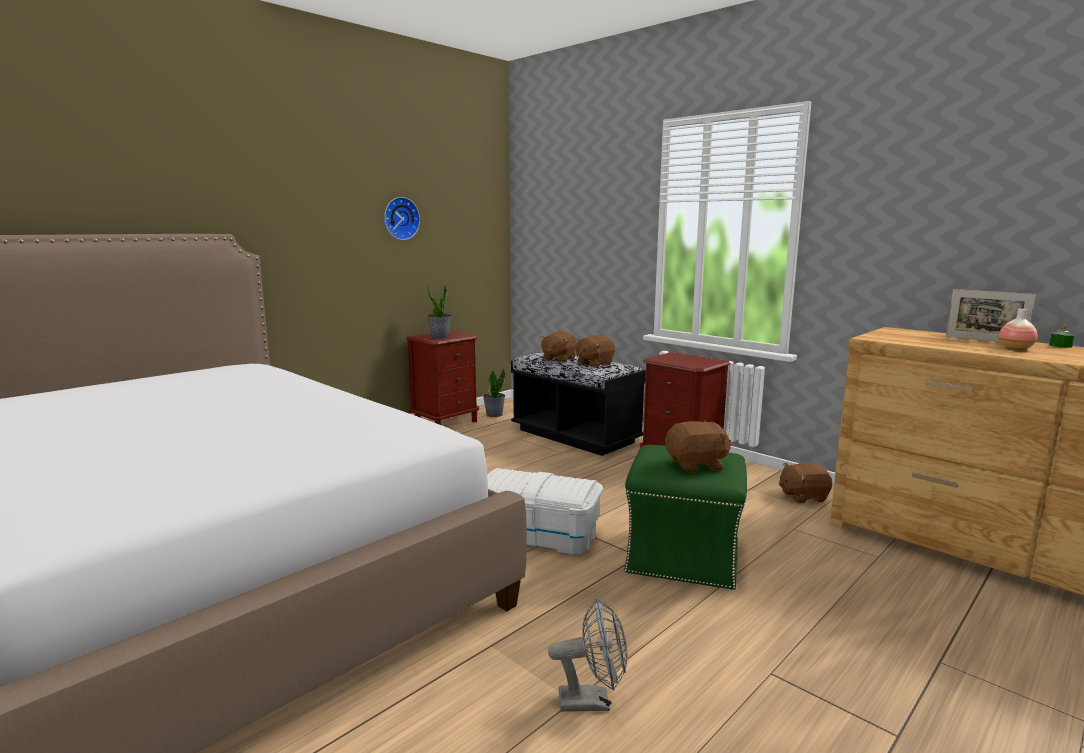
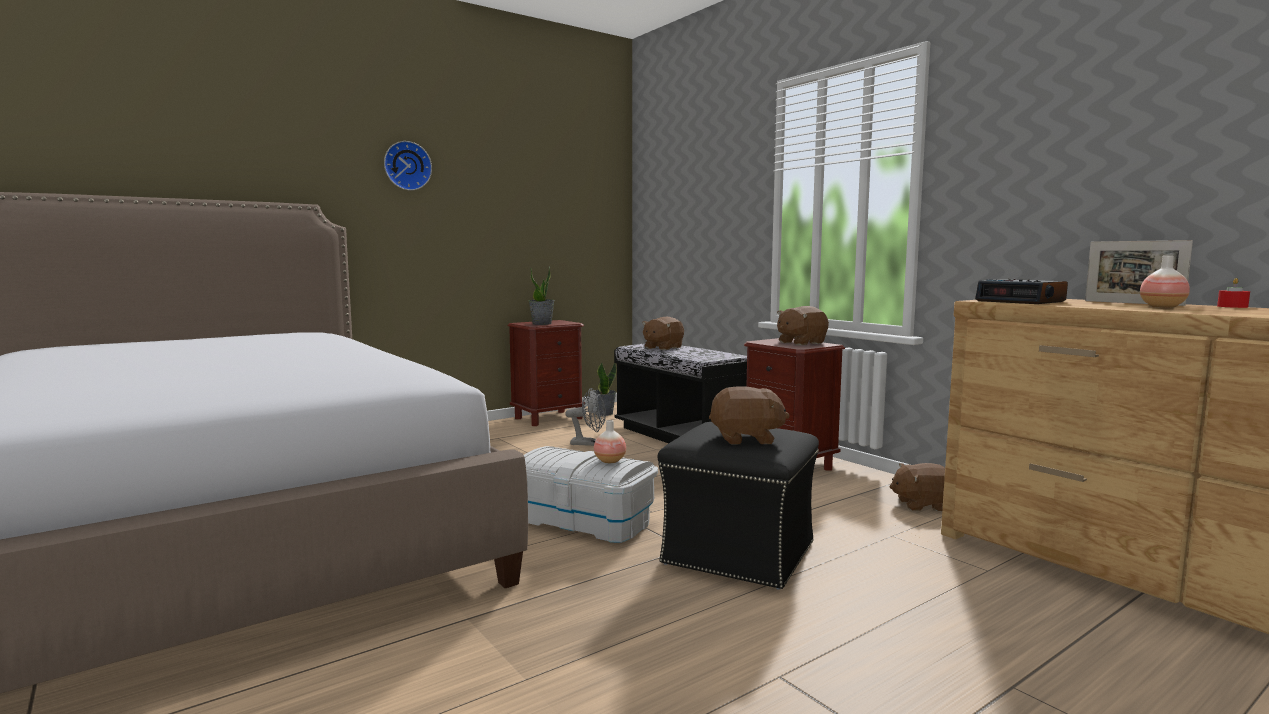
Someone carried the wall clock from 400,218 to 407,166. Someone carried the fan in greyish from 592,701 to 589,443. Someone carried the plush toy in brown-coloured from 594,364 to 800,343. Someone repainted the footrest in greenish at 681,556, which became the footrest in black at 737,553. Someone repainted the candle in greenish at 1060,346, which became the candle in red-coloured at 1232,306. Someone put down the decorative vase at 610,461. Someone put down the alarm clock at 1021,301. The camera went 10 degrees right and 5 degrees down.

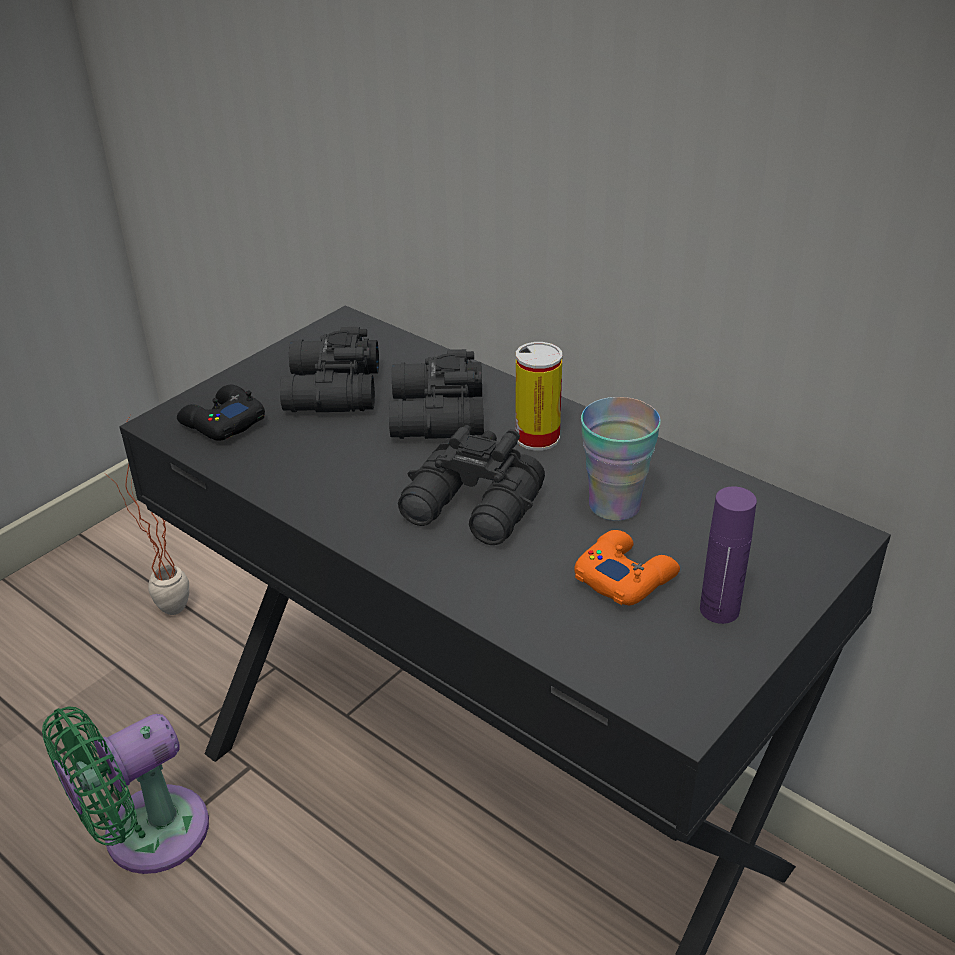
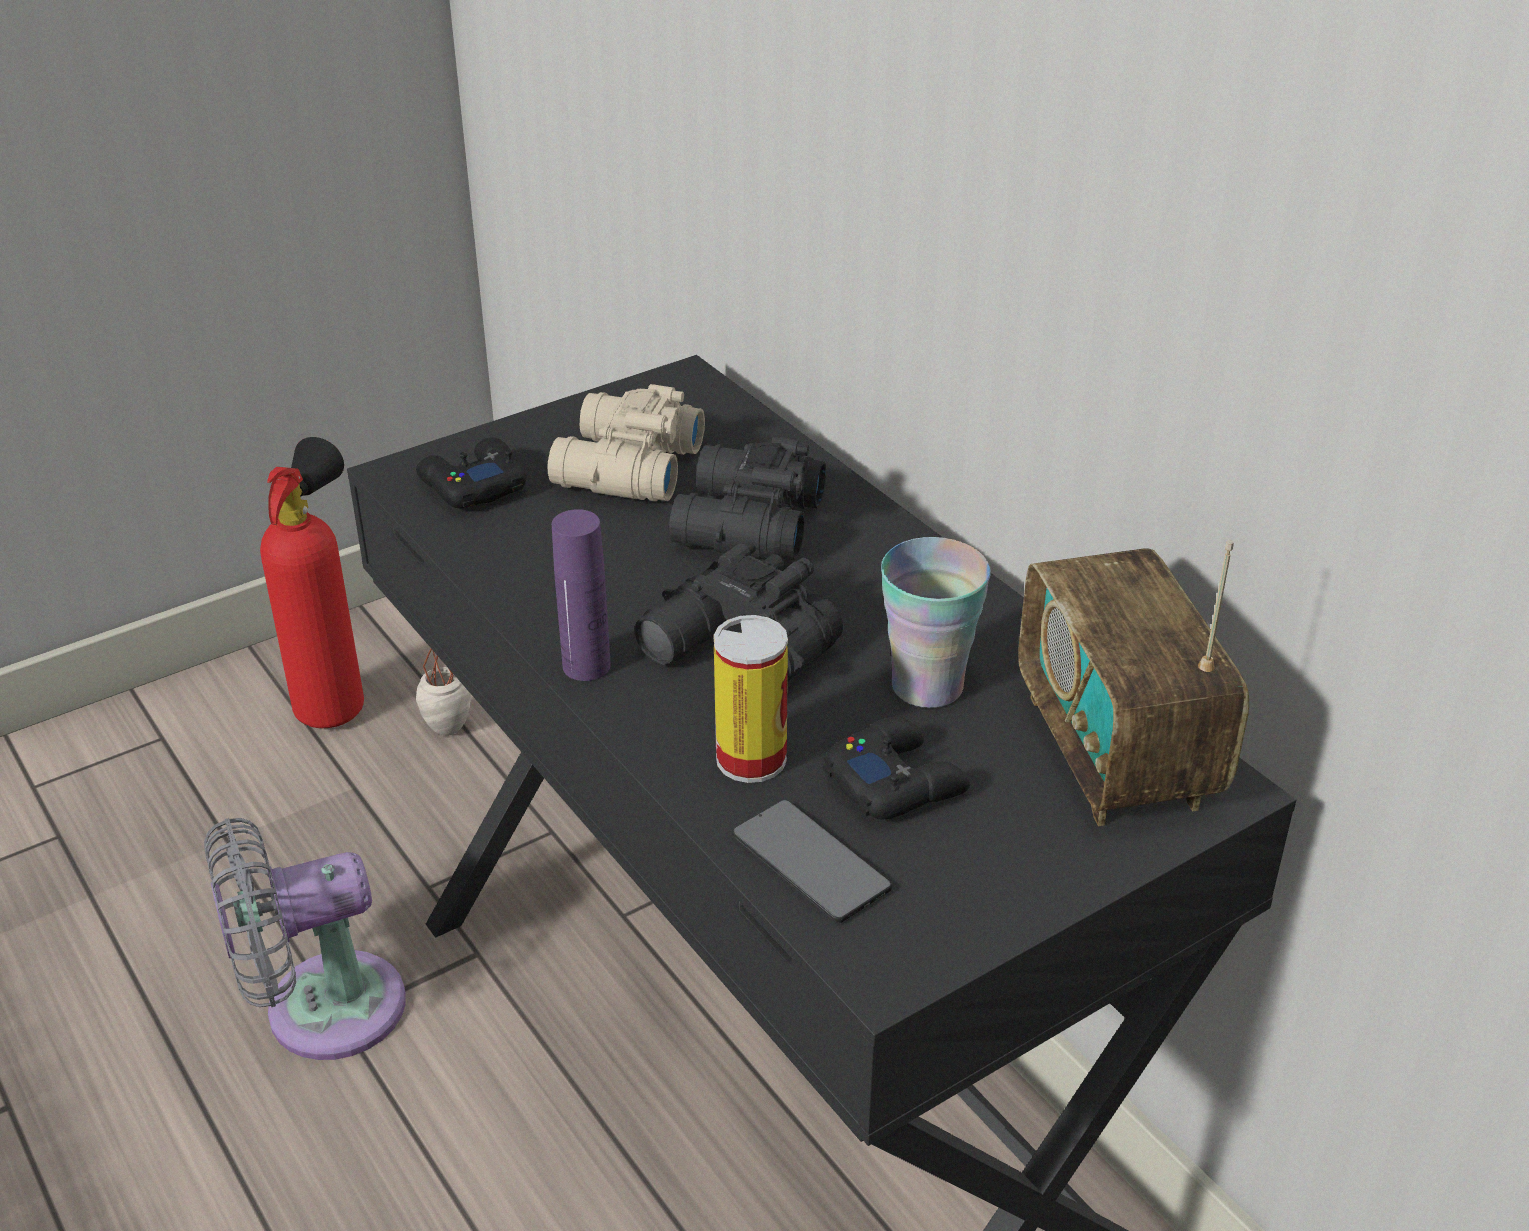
Someone repainted the fan in greenish at 145,836, which became the fan in greyish at 320,1011. Someone repainted the pair of binoculars in black at 329,392, which became the pair of binoculars in beige at 624,468. Someone carried the can from 537,437 to 751,759. Someone repainted the gamepad in orange at 625,576, which became the gamepad in black at 895,782. Someone carried the drink bottle in purple from 719,610 to 586,666. Someone put down the fire-fighting cylinder at 336,703. Someone put down the handset at 810,863. Someone put down the radio at 1115,751. The camera went 15 degrees right and 0 degrees up.

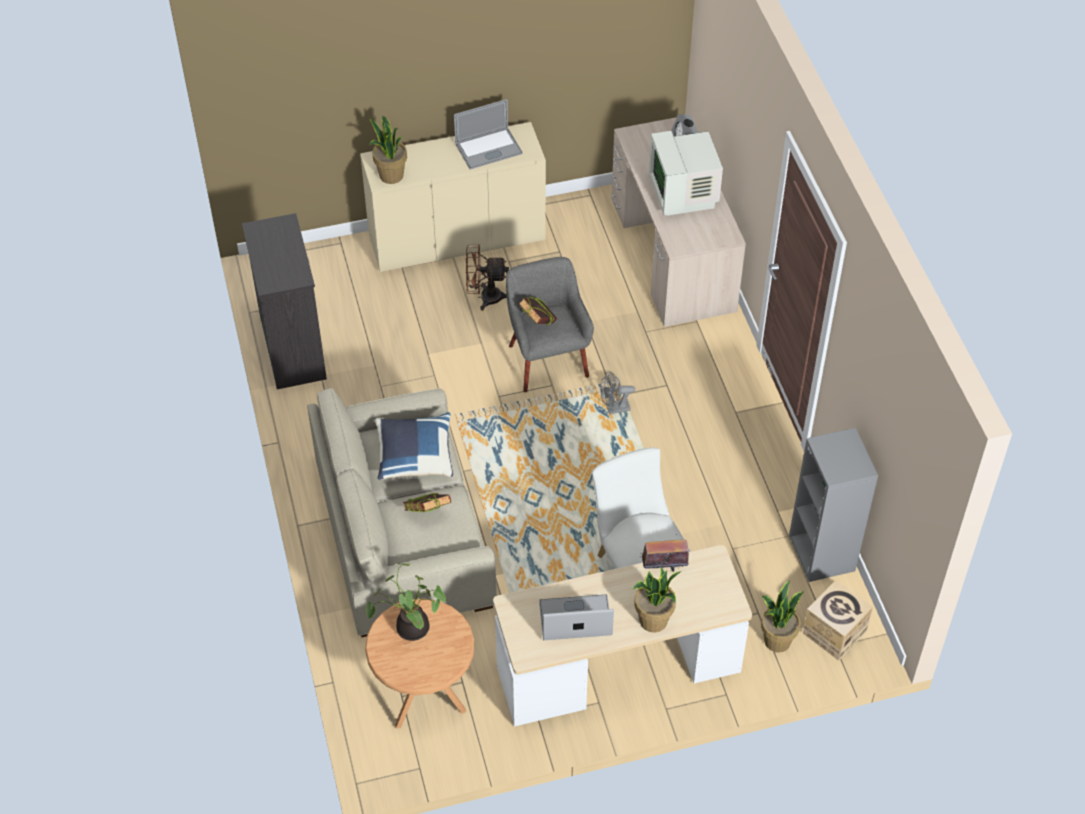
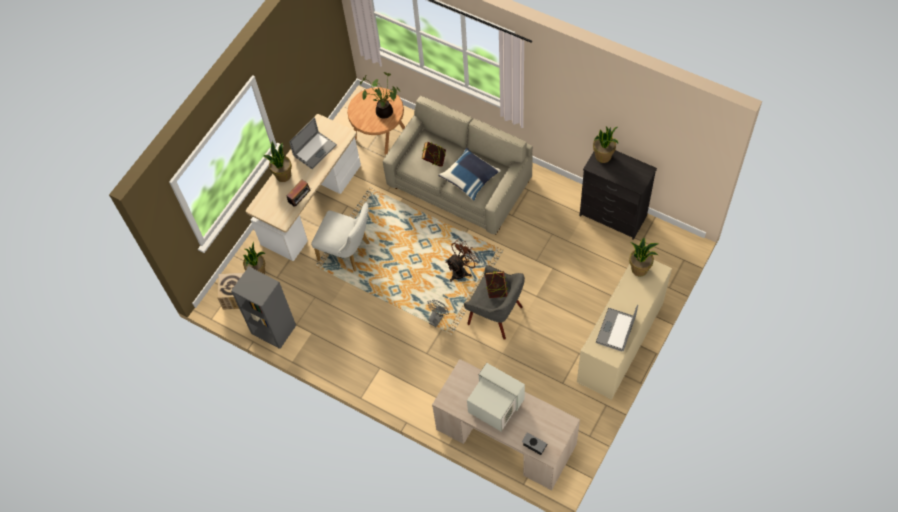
Someone carried the fan in brown-coloured from 485,297 to 462,270. Someone put down the potted plant at 603,156. The camera went 140 degrees right and 10 degrees up.

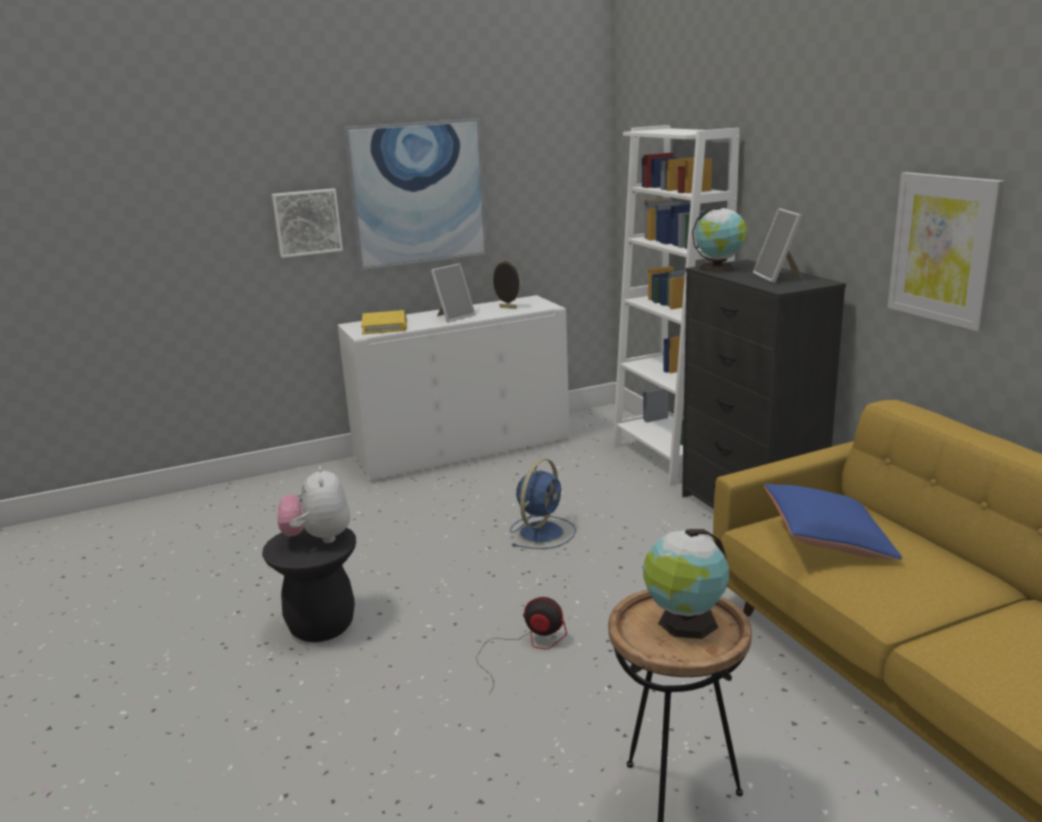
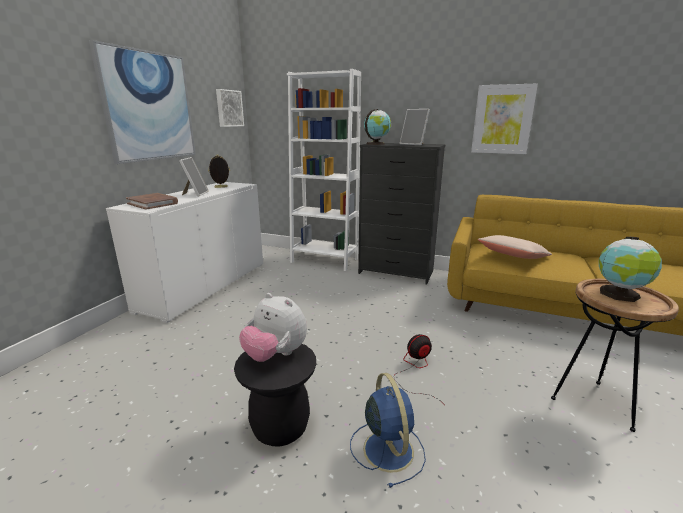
Someone carried the wall art from 307,222 to 229,108. Someone repainted the book in yellowish at 384,326, which became the book in brown-coloured at 153,203. Someone carried the fan in bluish from 542,532 to 387,448. Someone repainted the cushion in bluish at 827,540, which became the cushion in beige at 512,257. The camera went 45 degrees left and 0 degrees up.

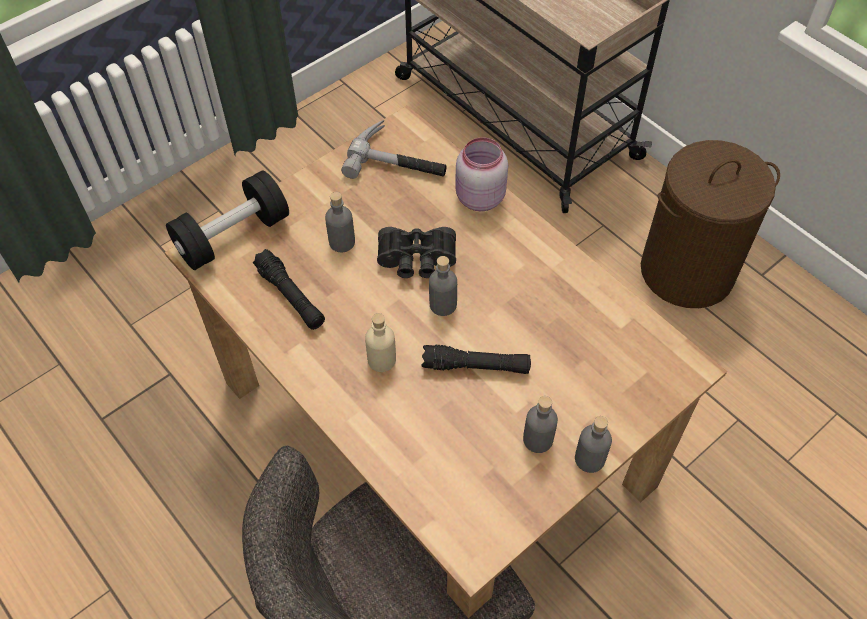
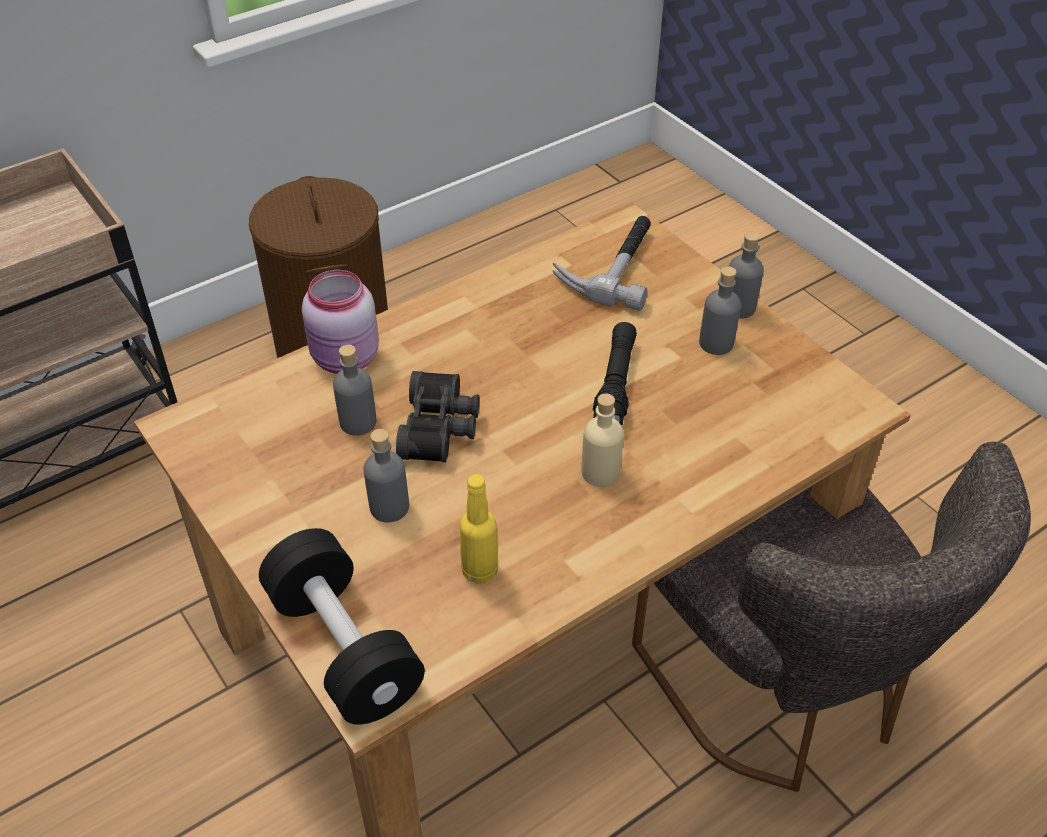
Someone swapped the torch in black at 290,296 for the drink bottle in yellowish at 480,570. Someone carried the hand hammer from 400,160 to 612,265. Someone carried the drink bottle in greyish from 443,304 to 358,422. The camera went 85 degrees left and 10 degrees down.

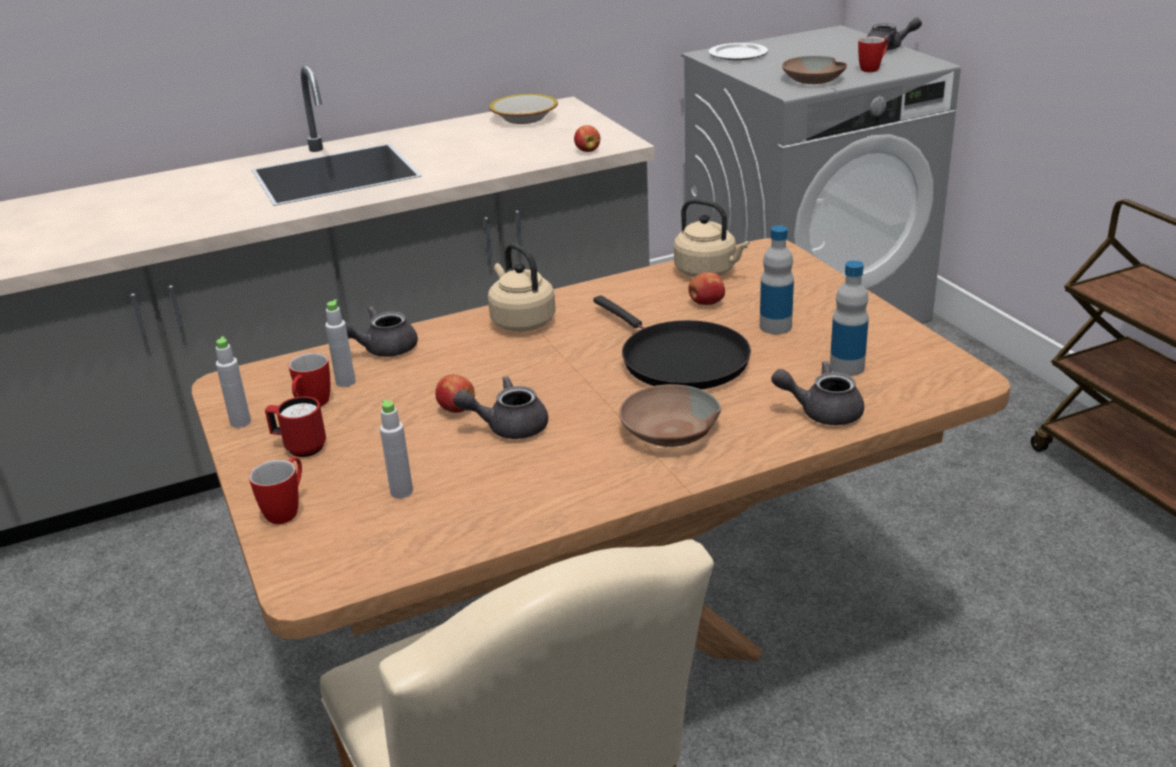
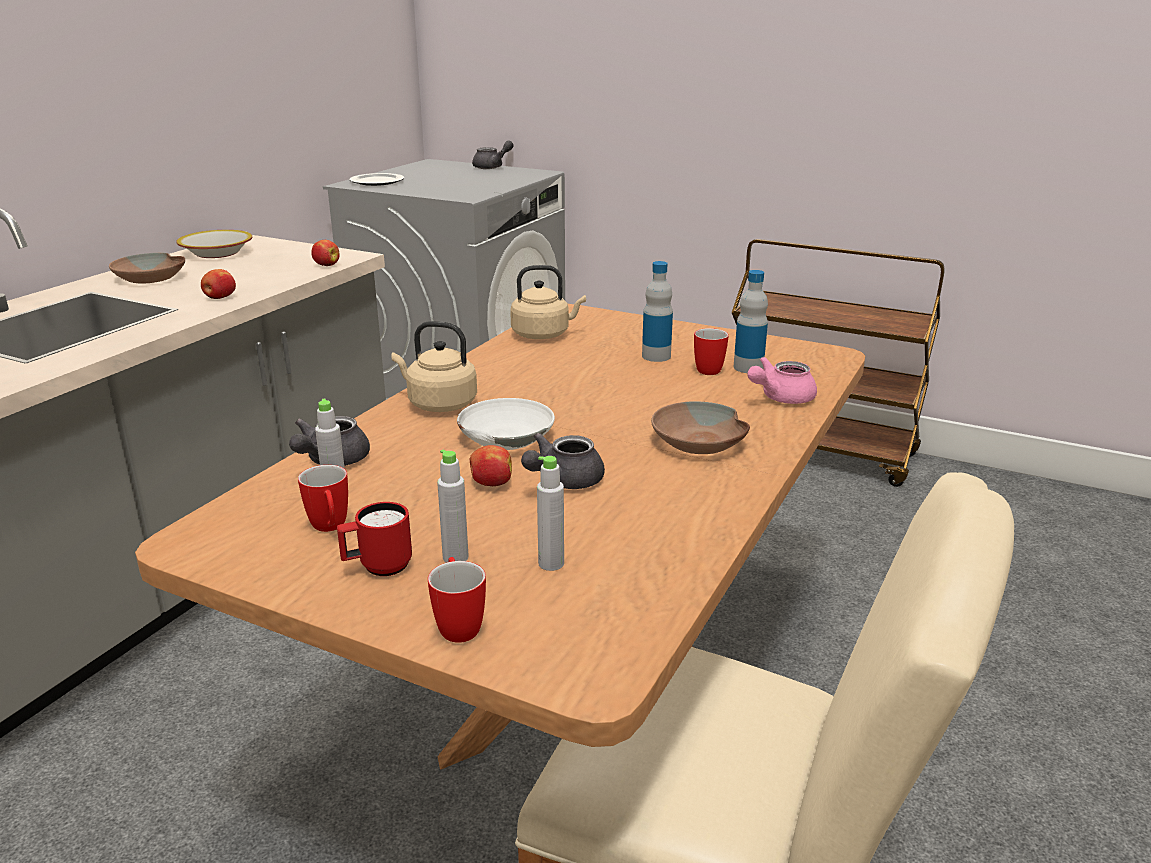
Someone carried the drink bottle in greyish from 240,422 to 455,557. Someone took away the skillet in black at 678,360. Someone carried the apple fruit from 706,303 to 219,298. Someone repainted the tea pot in greyish at 822,412, which became the tea pot in pink at 780,398. Someone carried the deep dish in brown-coloured from 813,79 to 150,278. Someone carried the coffee mug from 873,69 to 709,368. Someone put down the deep dish in whitish at 505,437. The camera went 40 degrees left and 5 degrees down.

